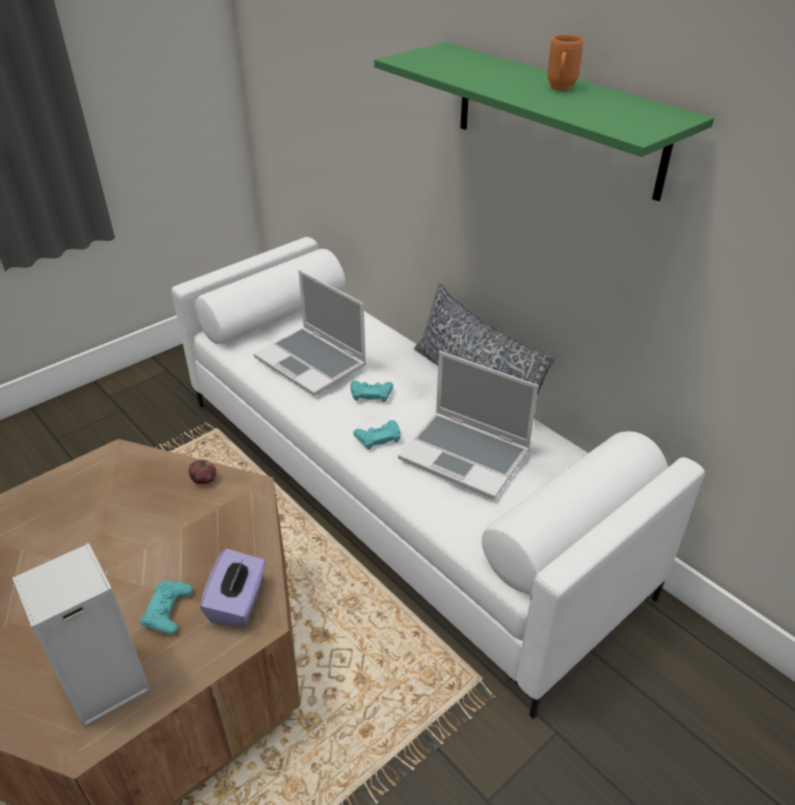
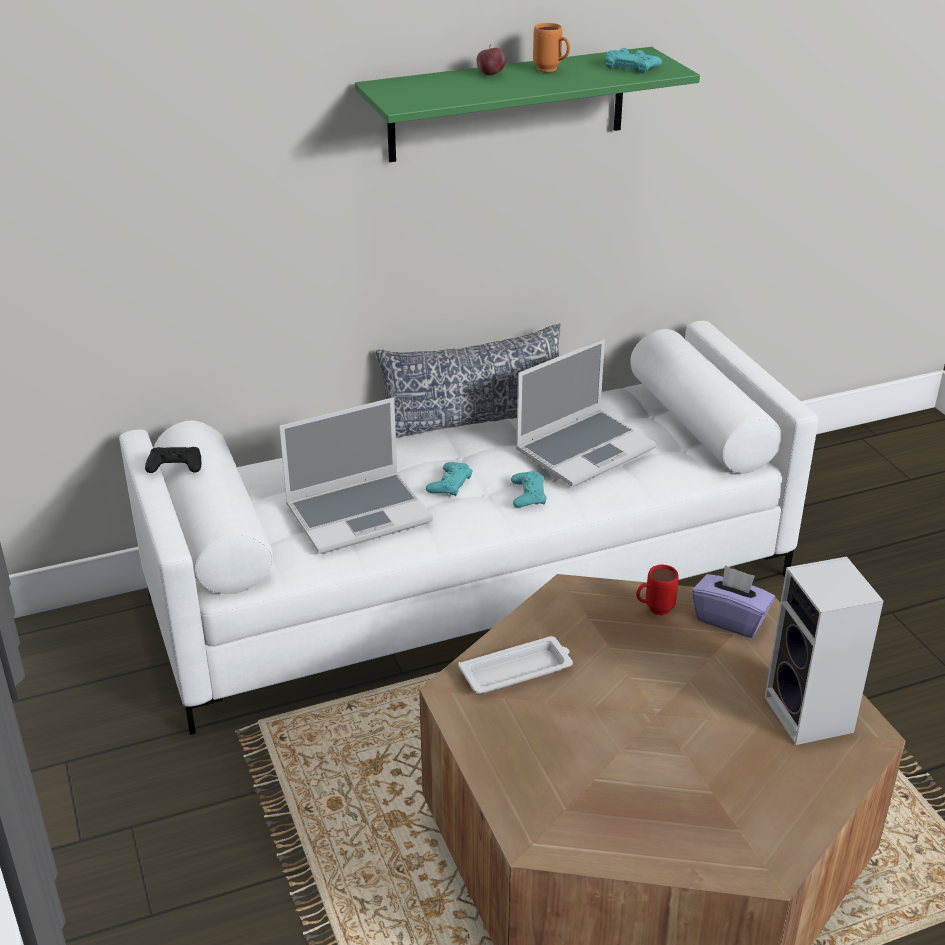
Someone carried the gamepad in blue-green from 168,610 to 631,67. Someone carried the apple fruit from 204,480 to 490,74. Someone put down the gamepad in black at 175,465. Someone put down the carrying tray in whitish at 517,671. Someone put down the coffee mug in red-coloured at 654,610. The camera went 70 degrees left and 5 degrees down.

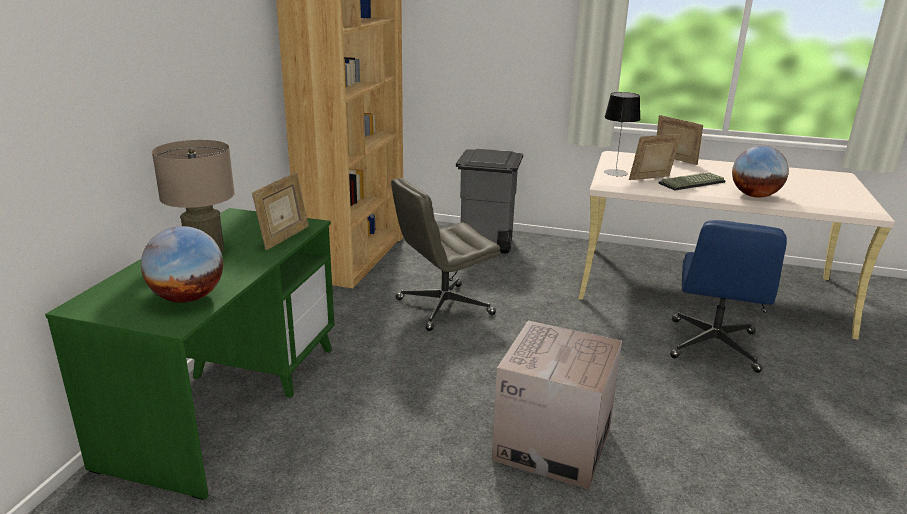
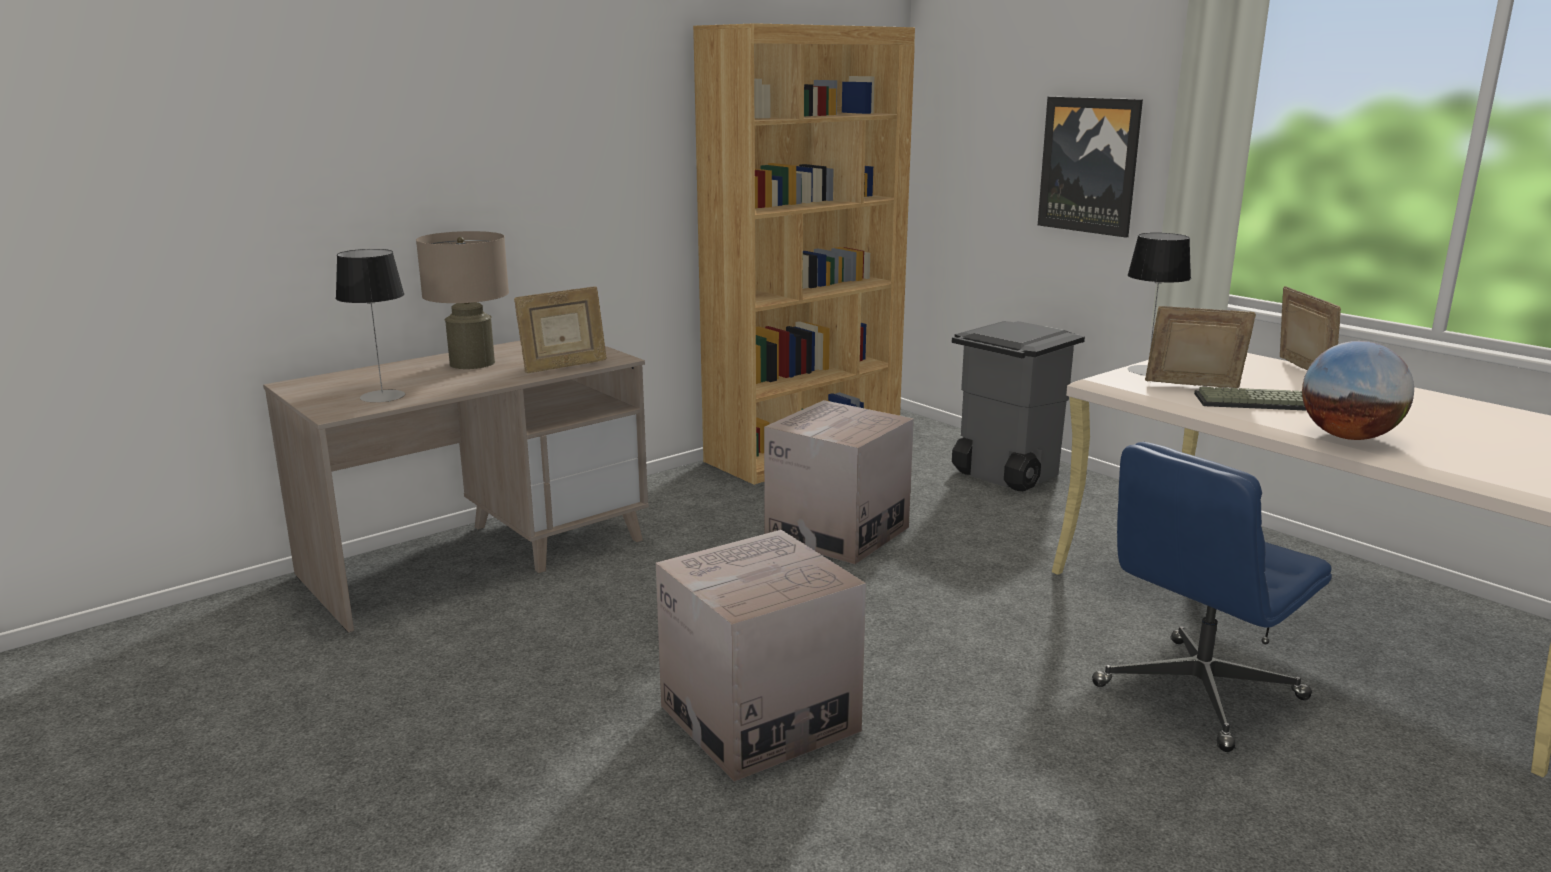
Someone repainted the desk table in greenish at 228,400, which became the desk table in beige at 479,556. Someone swapped the desk globe at 187,298 for the table lamp at 382,396. Someone swapped the desk chair in greyish at 443,307 for the packing box at 837,532. Someone put up the wall art at 1089,165. The camera went 35 degrees right and 5 degrees down.

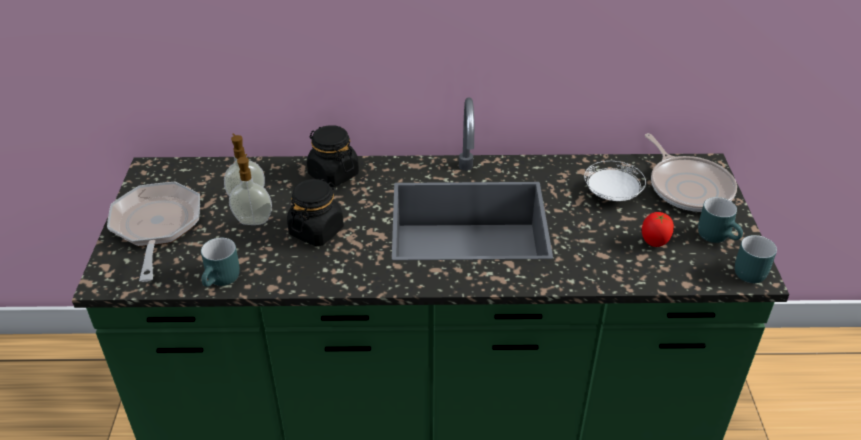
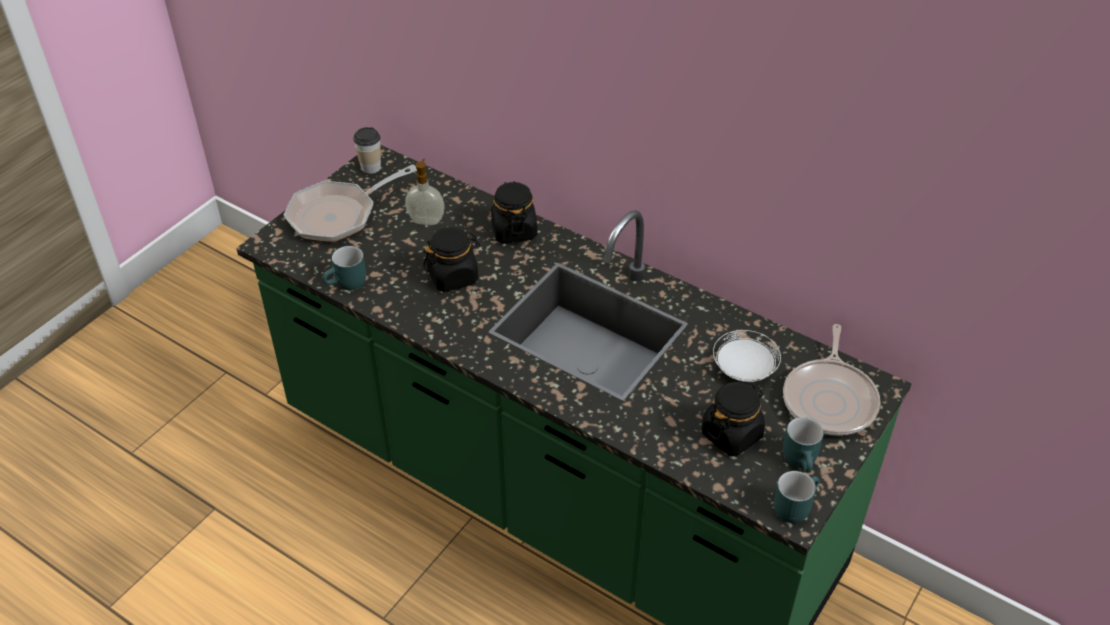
Someone rotated the skillet at 156,227 by 150 degrees counterclockwise. Someone took away the soap dispenser at 253,220. Someone swapped the whole tomato at 654,243 for the preserve jar in black at 731,434. Someone put down the small cup at 370,167. The camera went 35 degrees right and 5 degrees up.

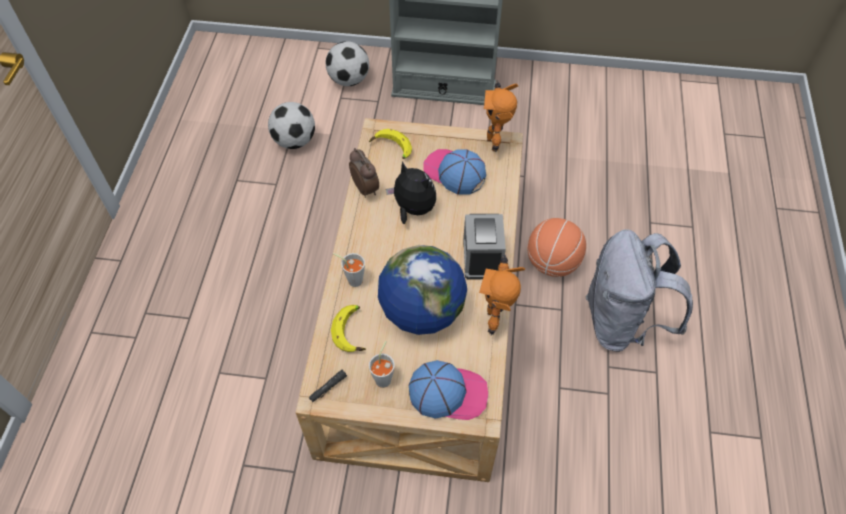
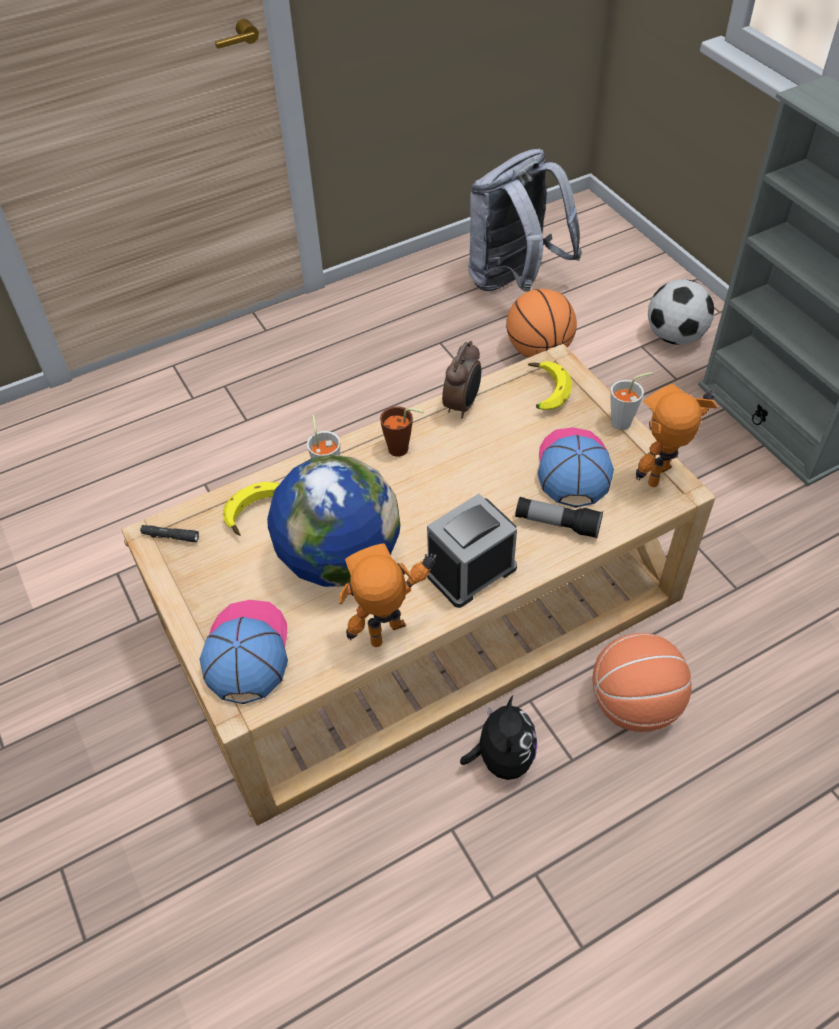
Someone swapped the football ball at 295,141 for the basketball ball at 538,351. Someone carried the small cup in greyish from 384,377 to 625,421. Someone carried the plush toy from 413,209 to 502,758. Someone rotated the cap at 448,393 by 150 degrees counterclockwise. Someone carried the knapsack in greyish from 621,322 to 514,282. Someone put down the small cup in brown-coloured at 402,450. Someone put down the torch at 557,524. The camera went 55 degrees right and 5 degrees down.

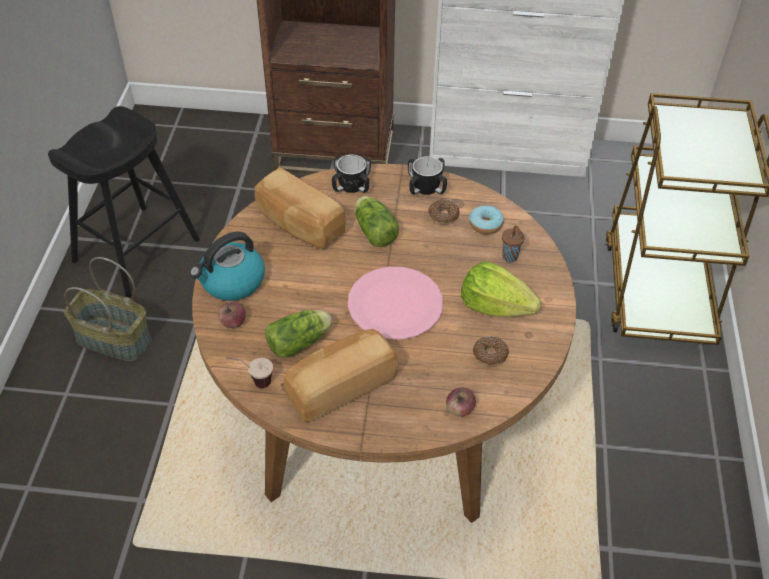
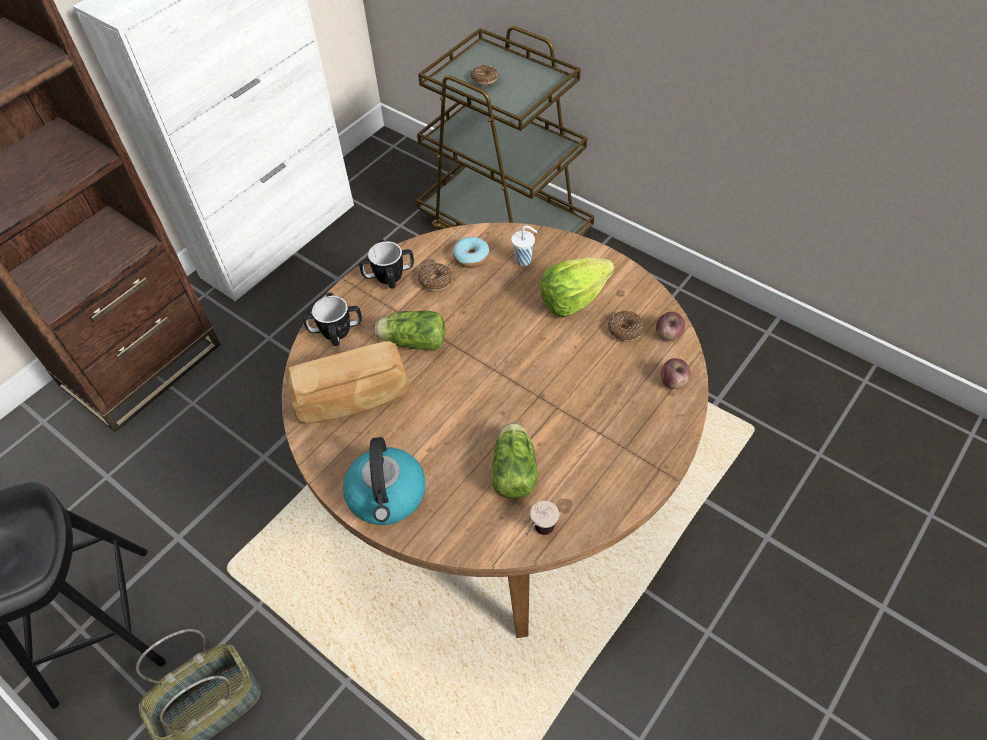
Someone carried the apple fruit from 233,322 to 668,334. Someone took away the bakery bread at 340,386. Someone took away the dinner plate in pink at 395,305. Someone repainted the small cup in brown-coloured at 510,257, which became the small cup in whitish at 524,260. Someone put down the ring doughnut at 484,79. The camera went 55 degrees left and 5 degrees up.

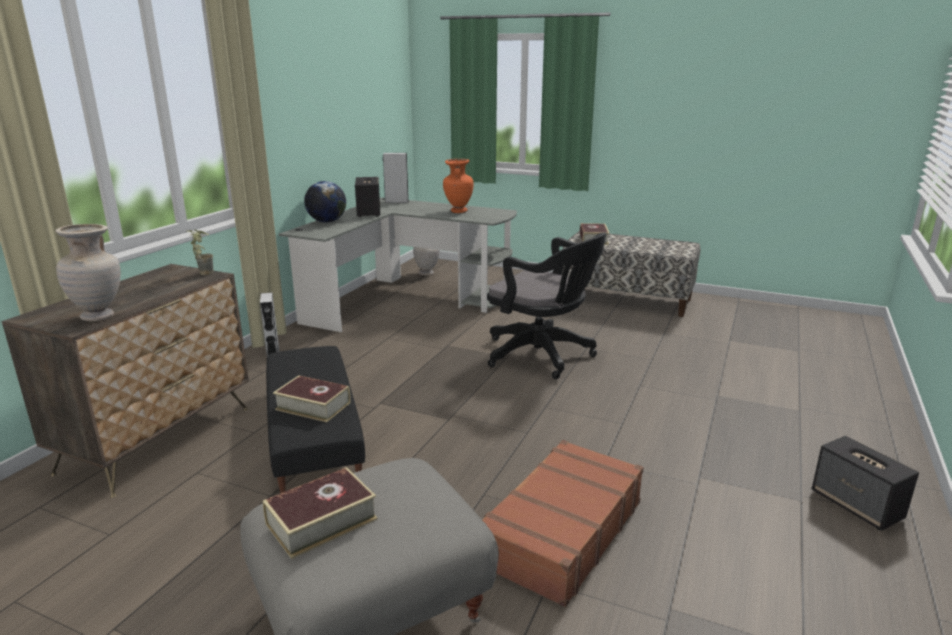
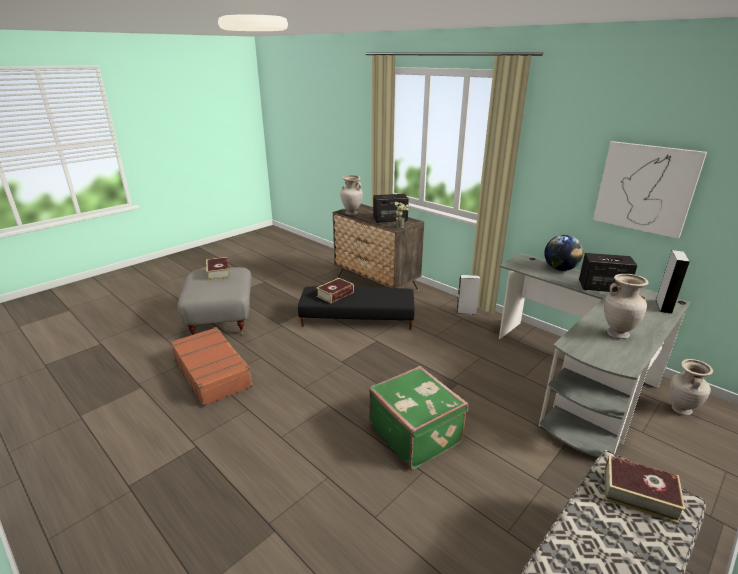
Someone repainted the decorative vase in orange at 458,211, which became the decorative vase in beige at 617,334. Someone swapped the desk chair in black at 543,356 for the travel case in greenish at 416,433. Someone carried the audio speaker from 857,506 to 389,220. Someone put up the wall art at 645,188. The camera went 110 degrees right and 5 degrees up.

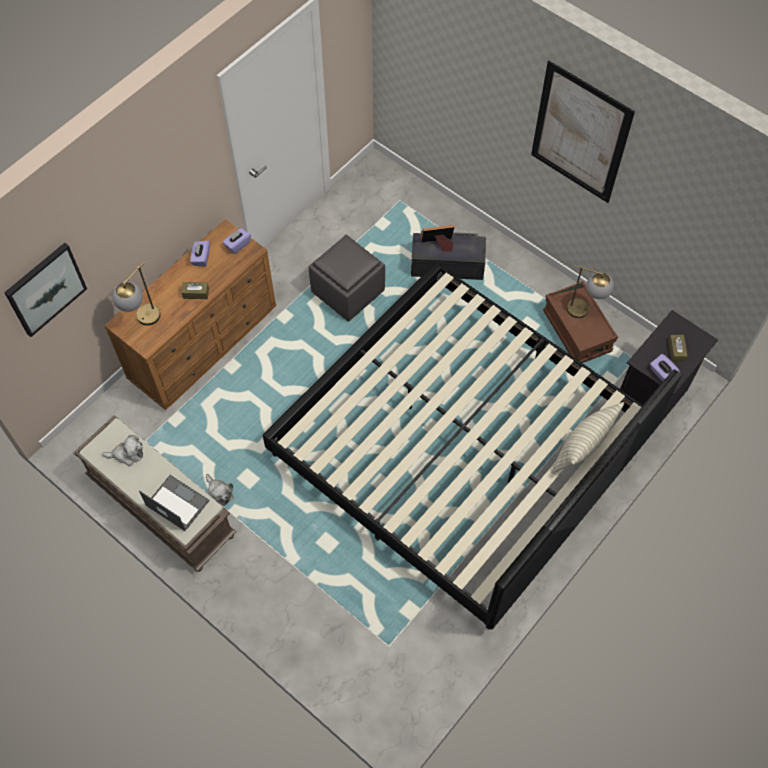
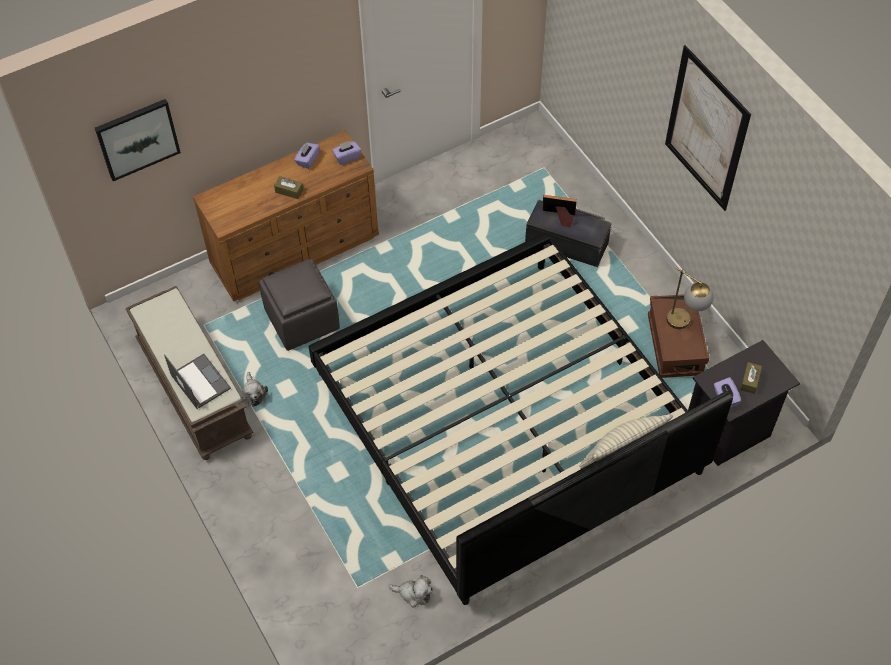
Someone carried the plush toy from 127,454 to 414,593. Someone took away the table lamp at 143,322. Someone carried the footrest in greyish from 347,291 to 301,319. The camera went 20 degrees right and 5 degrees down.

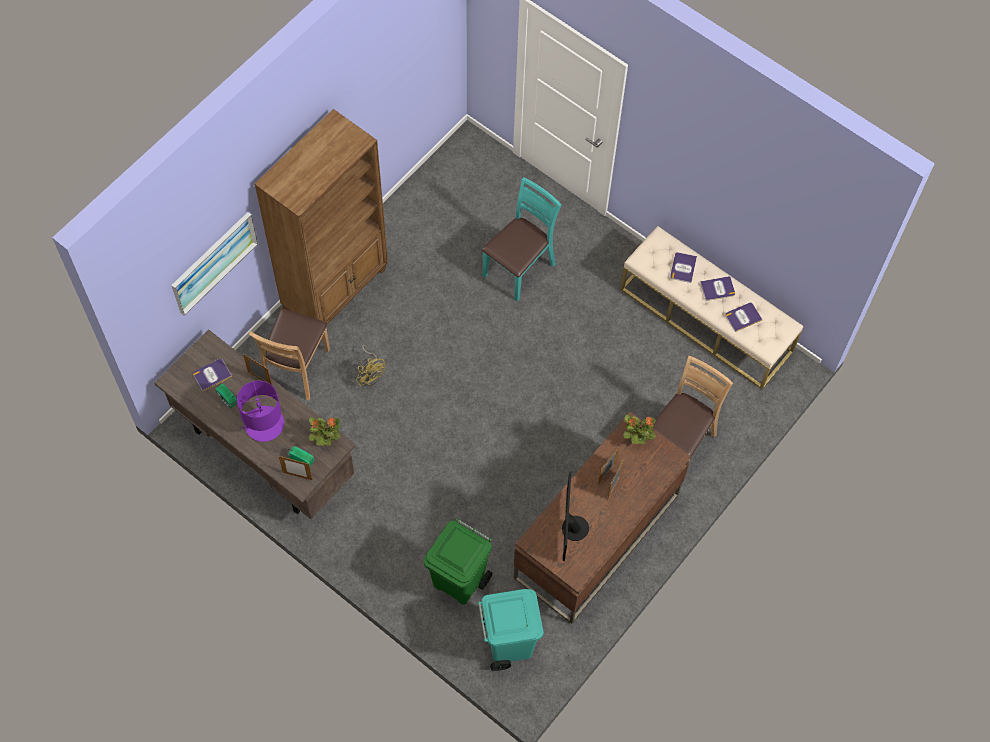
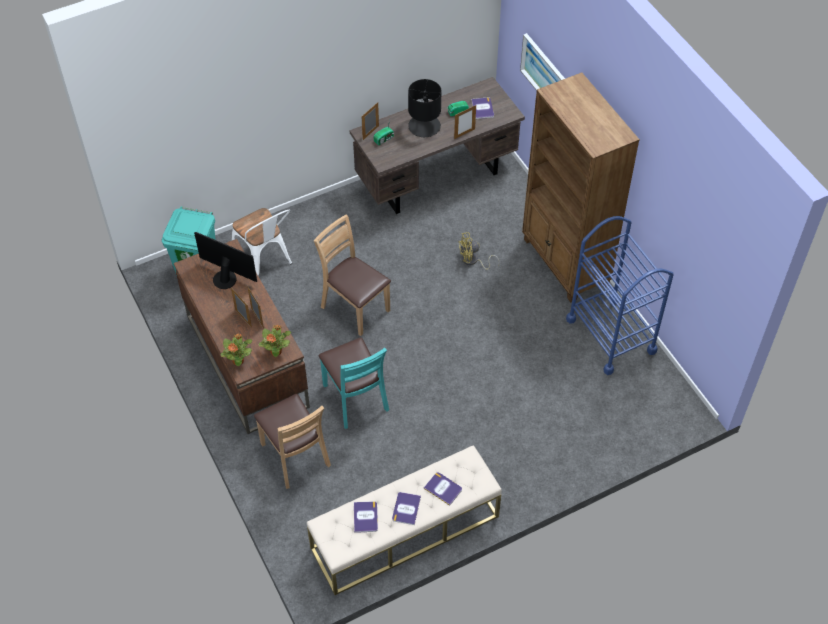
Someone repainted the table lamp in purple at 263,424, which became the table lamp in black at 424,126. Someone carried the plain chair in brown-coloured from 296,368 to 355,308. Someone carried the potted plant from 325,439 to 238,360. Someone swapped the trash can in greenish at 459,581 for the plain chair in whitish at 265,260. Someone carried the plain chair in blue-green from 519,268 to 355,398. Someone put down the wheeled cart in bluish at 611,335. The camera went 115 degrees right and 10 degrees down.

